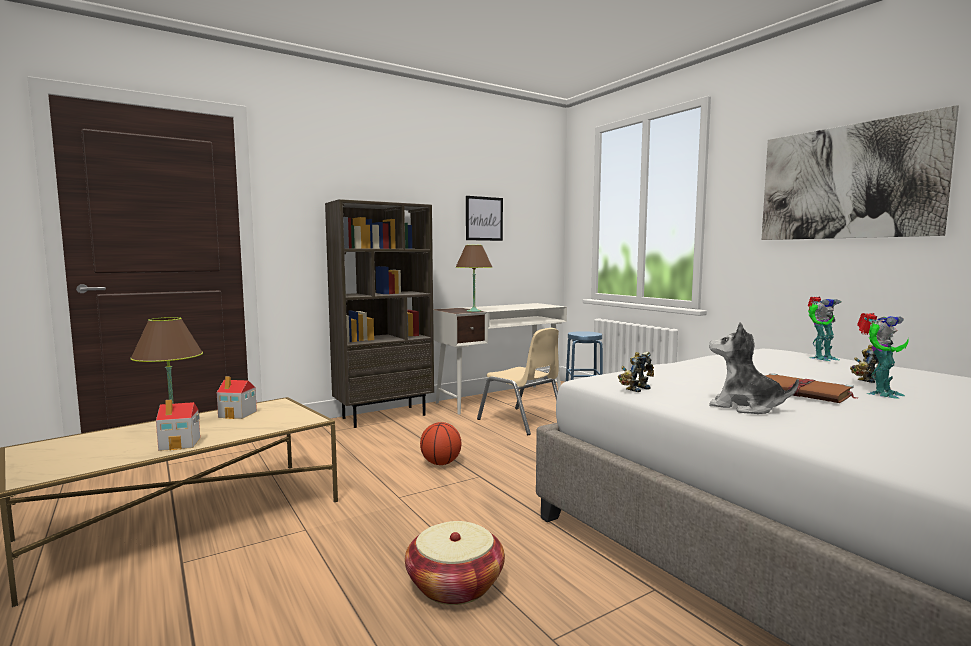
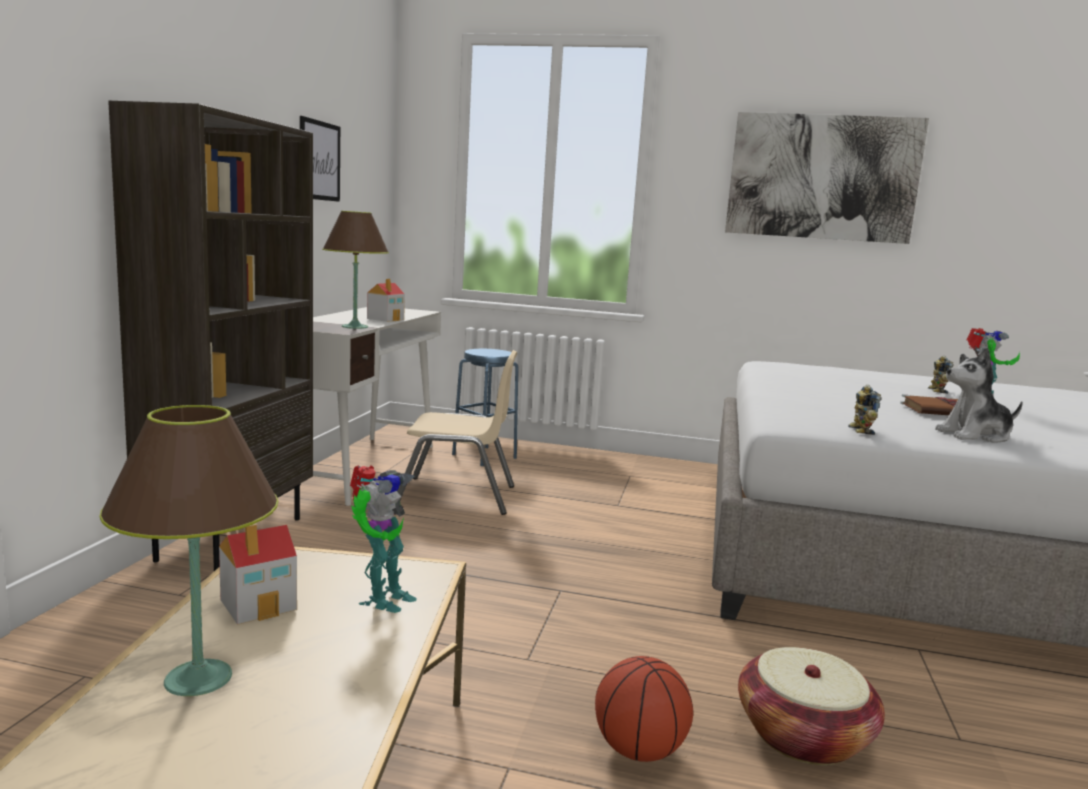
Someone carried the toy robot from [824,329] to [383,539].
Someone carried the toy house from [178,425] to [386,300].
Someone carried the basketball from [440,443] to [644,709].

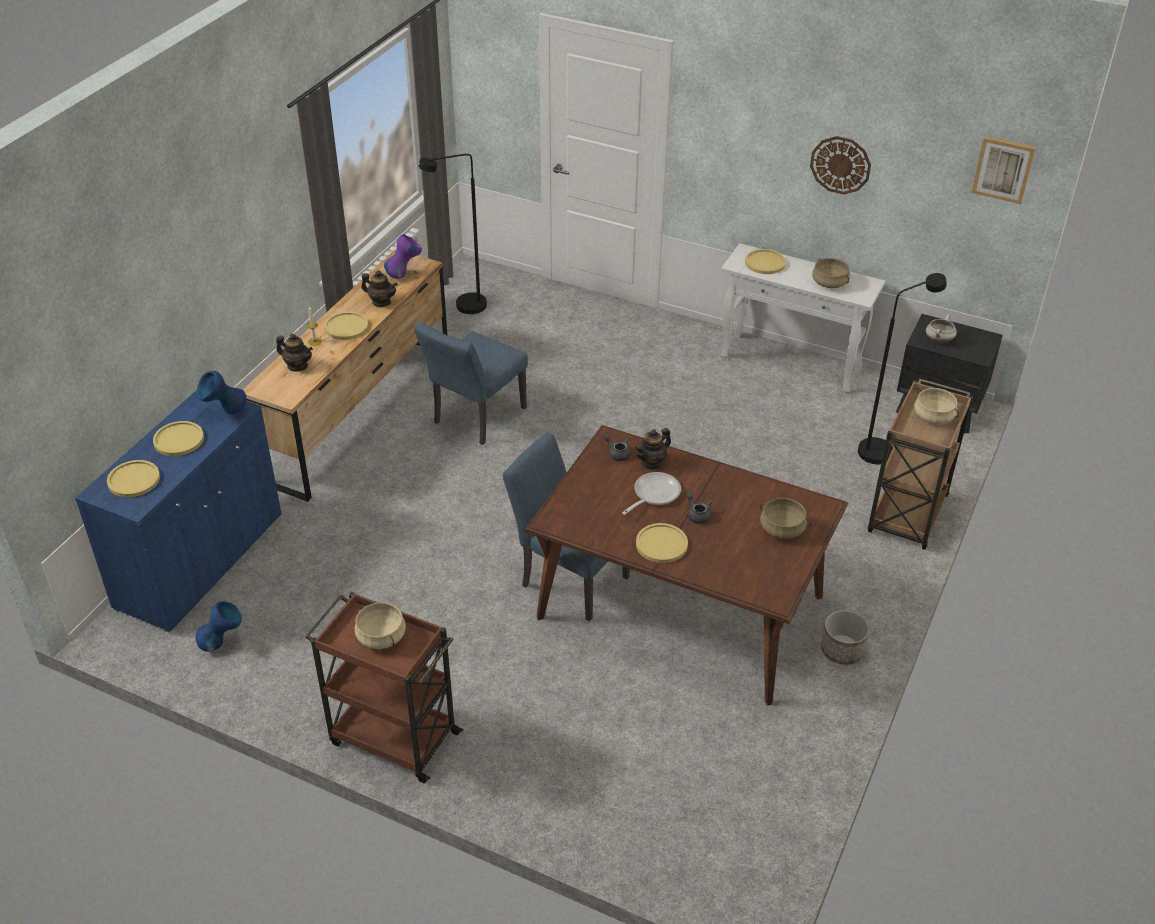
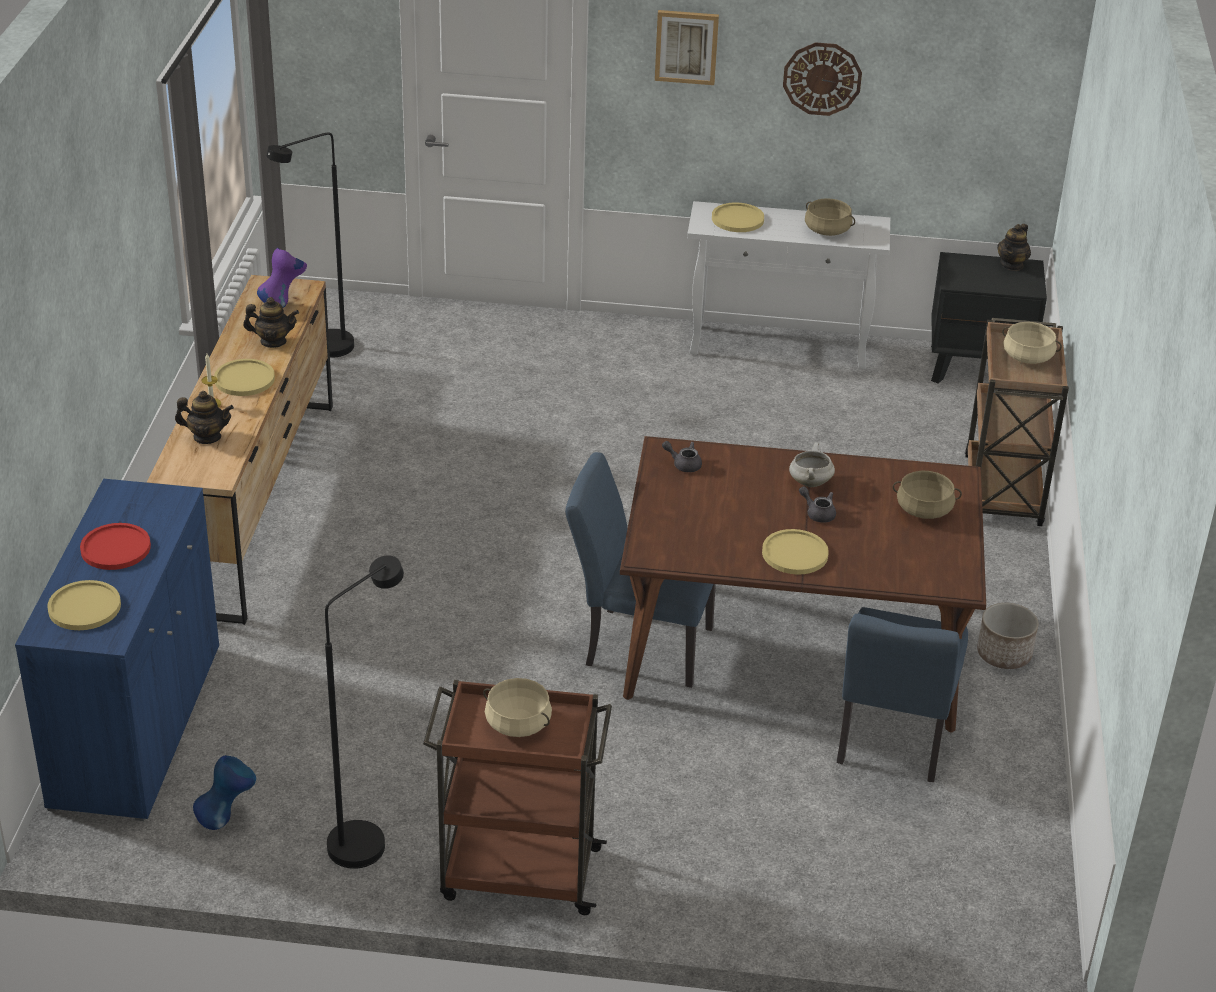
Someone carried the picture from [1003,170] to [687,47].
Someone carried the black floor lamp from [902,368] to [364,712].
Someone carried the white cooking pot from [941,328] to [812,464].
Someone carried the blue chair from [471,384] to [902,694].
Someone took away the blue vase at [221,392].
Someone repainted the yellow plate at [178,438], which became the red plate at [115,546].
Someone carried the teapot from [652,449] to [1014,247].
Someone took away the frying pan at [651,493].

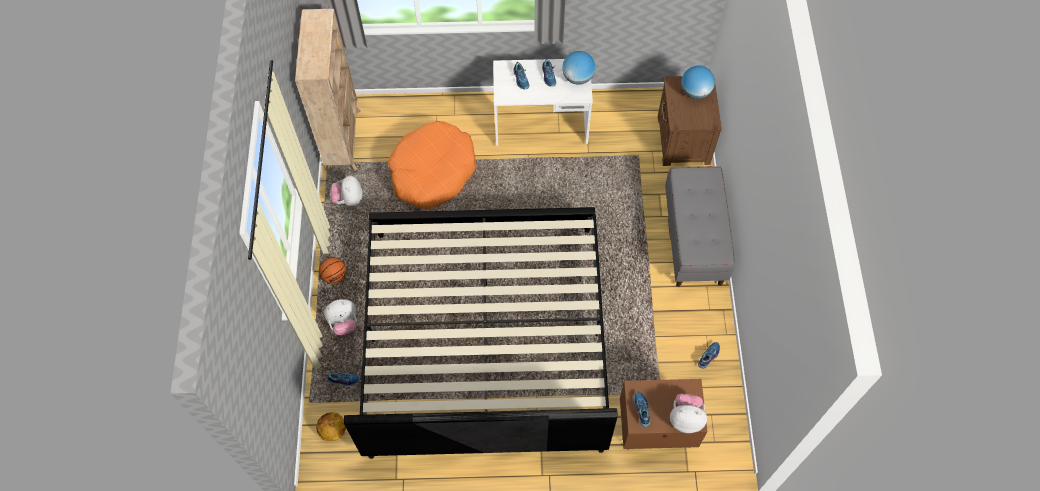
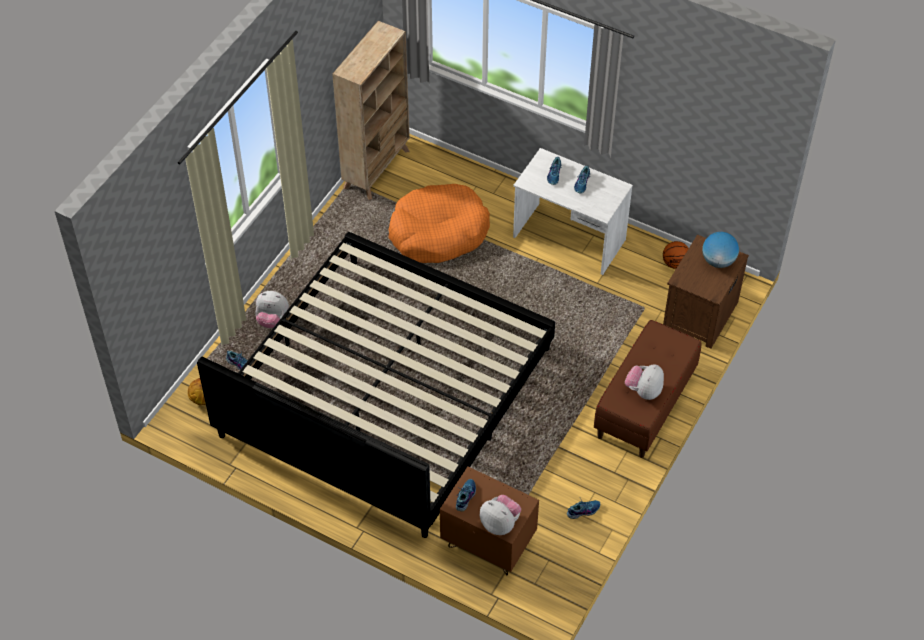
Someone took away the globe at [578,68].
Someone repainted the grey bench at [700,226], which became the brown bench at [647,389].
Someone carried the plush toy from [346,191] to [644,382].
Someone carried the basketball from [332,270] to [676,255].

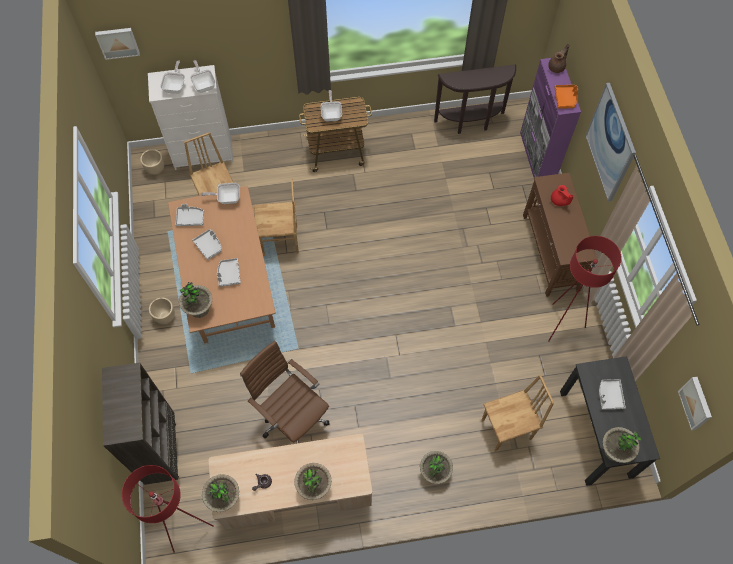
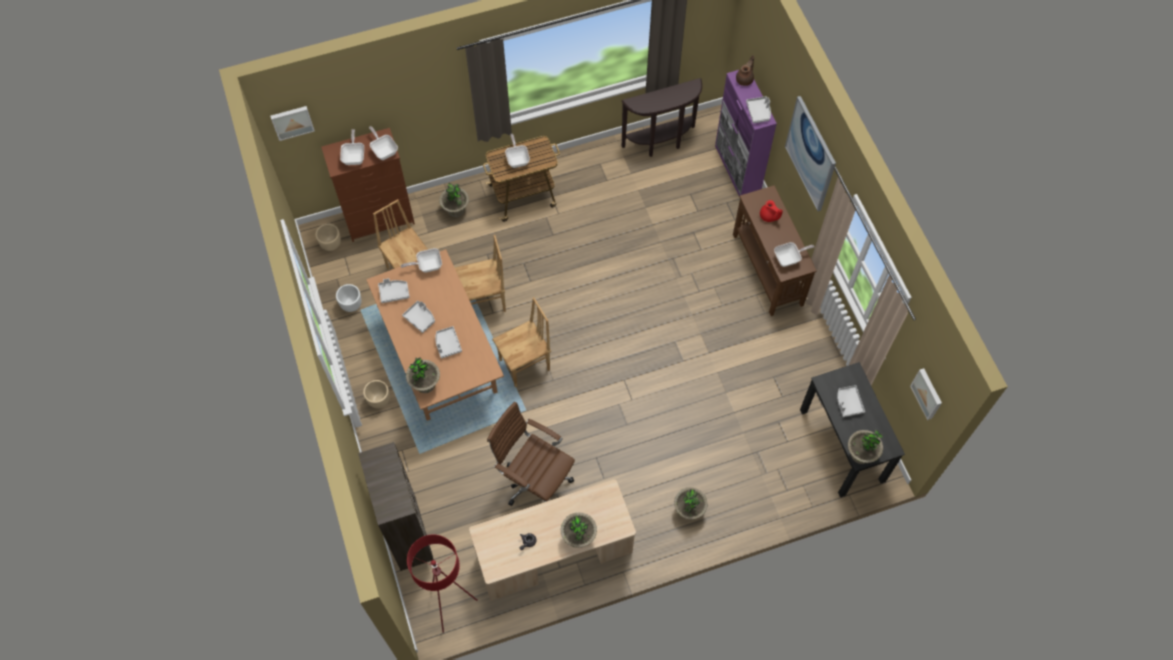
Someone repainted the white dresser at [191,117], which became the brown dresser at [368,185].
Someone repainted the orange tray at [566,96], which became the grey tray at [758,109].
Someone took away the red floor lamp at [585,289].
Someone carried the brown chair from [518,413] to [521,342].
Someone carried the potted plant from [220,493] to [454,200].
Someone put down the frying pan at [794,254].
Someone put down the white planter at [349,298].

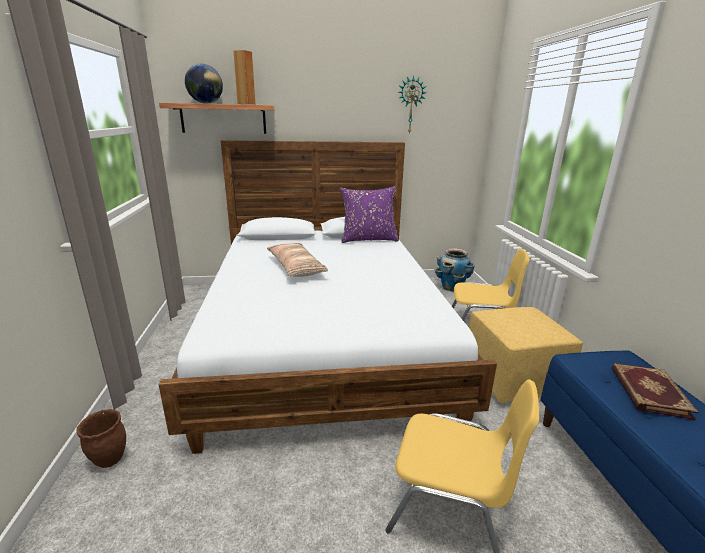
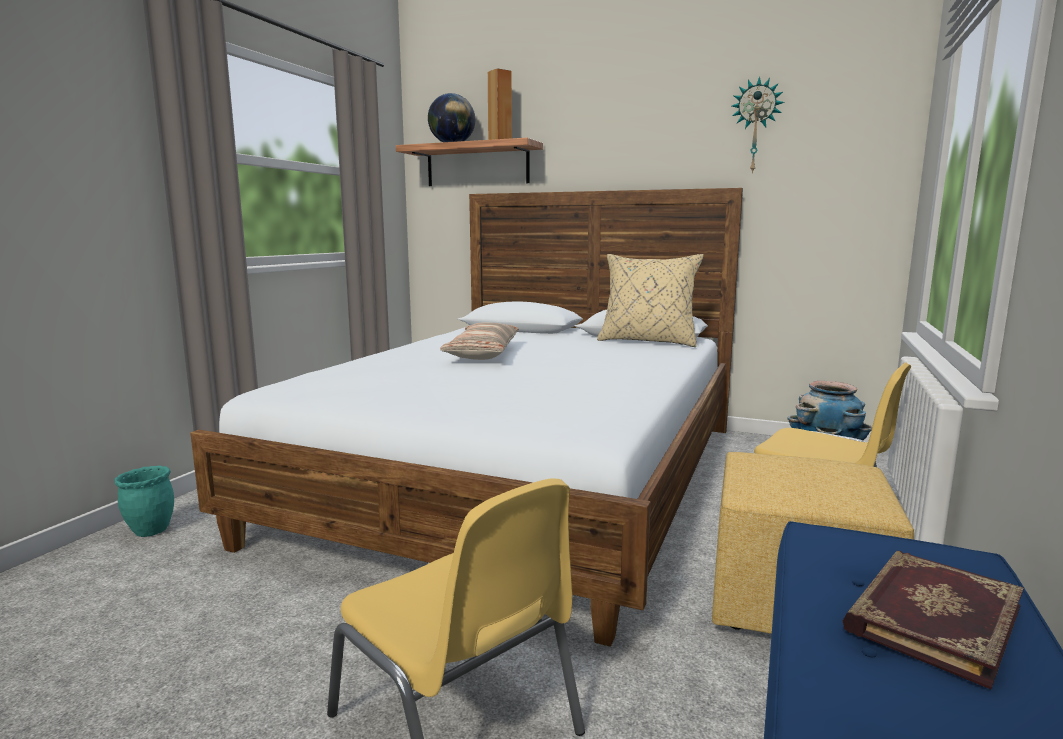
Someone repainted the purple pillow at [369,214], which became the beige pillow at [650,300].
Someone repainted the brown planter at [101,438], which became the turquoise planter at [144,501].

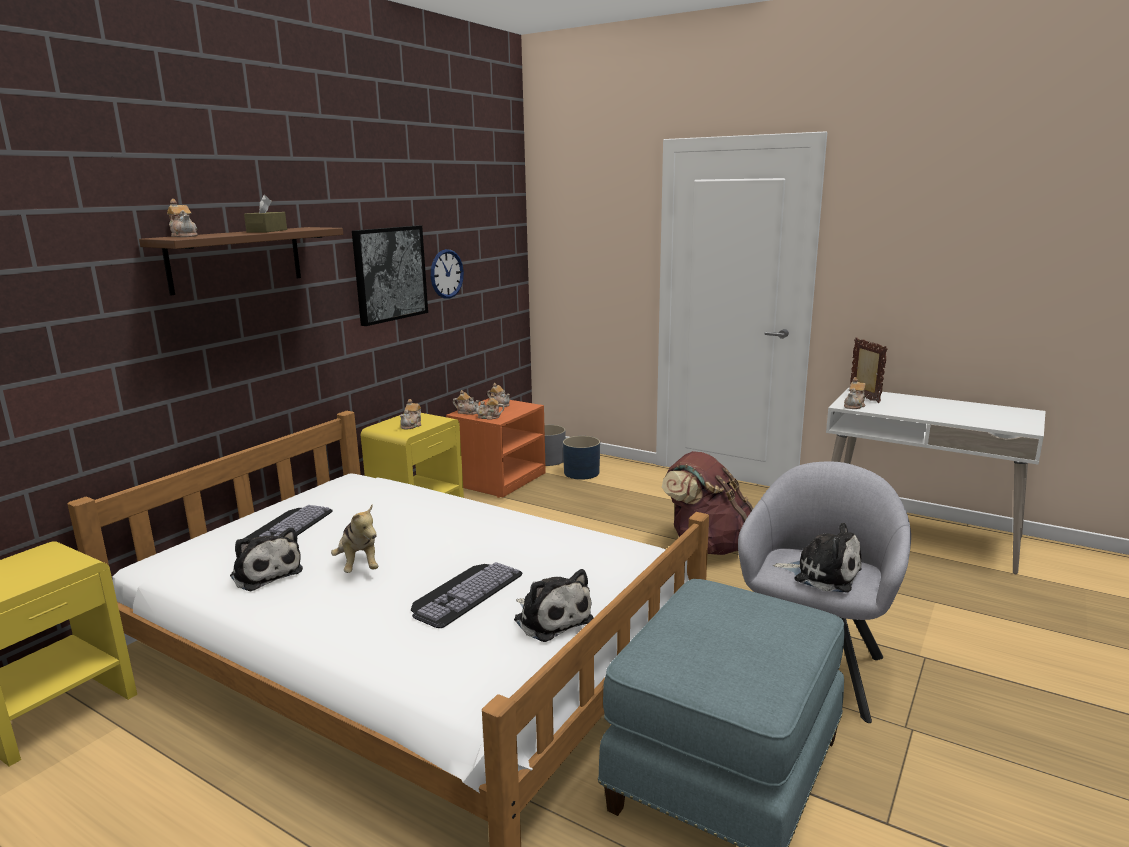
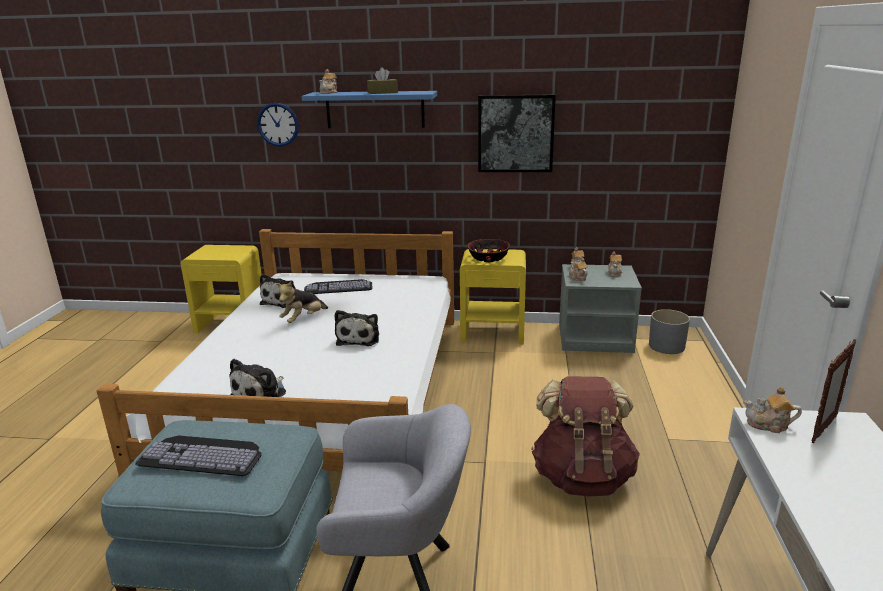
Someone repainted the brown shelf at [241,261], which became the blue shelf at [369,109].
Someone carried the wall clock from [447,274] to [278,125].
Someone repainted the orange nightstand at [496,448], which became the grey nightstand at [600,308].
Someone swapped the teapot at [411,414] for the bowl at [488,251].
Someone took away the blue planter at [581,458].
Someone carried the plush toy from [817,557] to [357,328].
Someone carried the keyboard from [466,595] to [198,455].

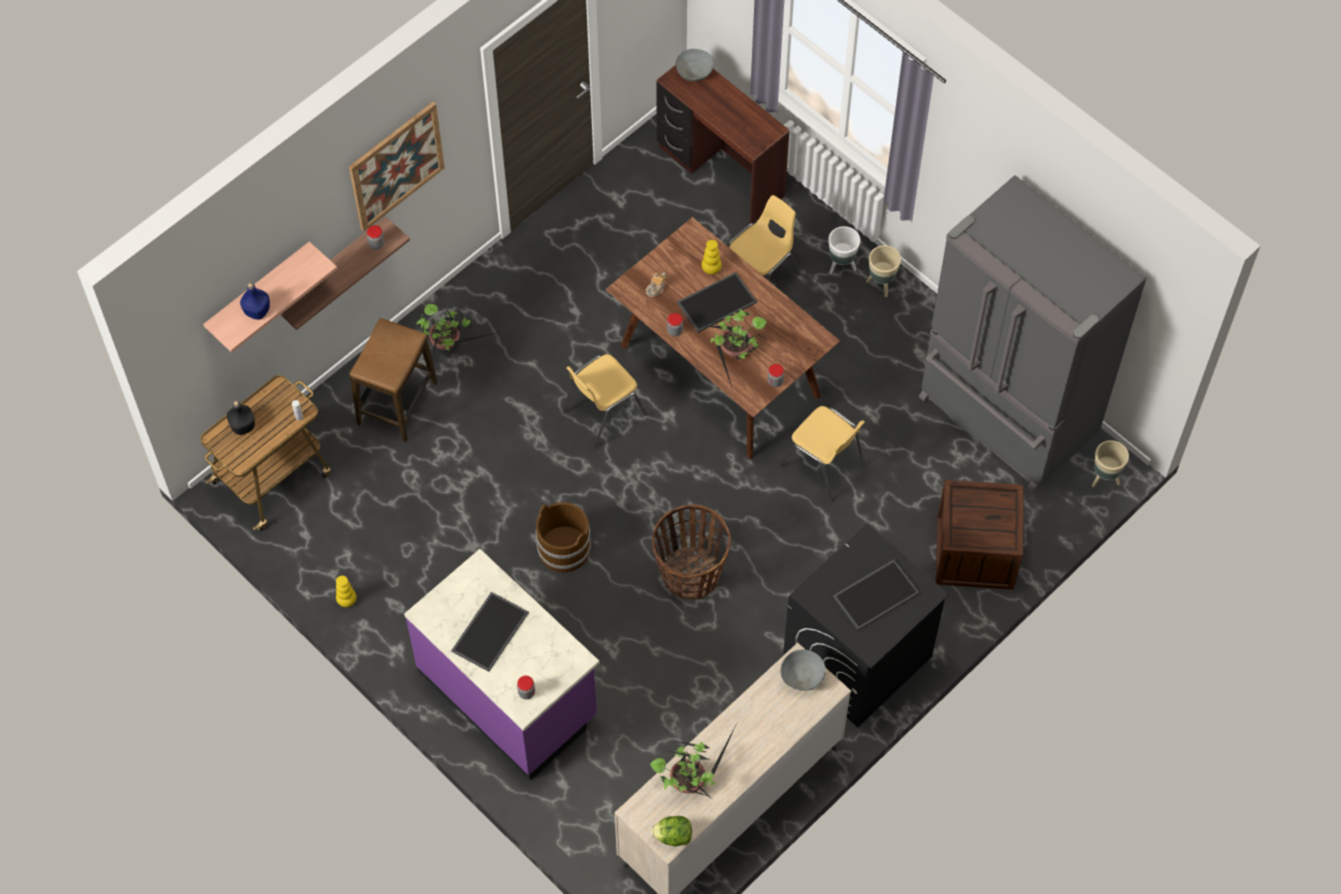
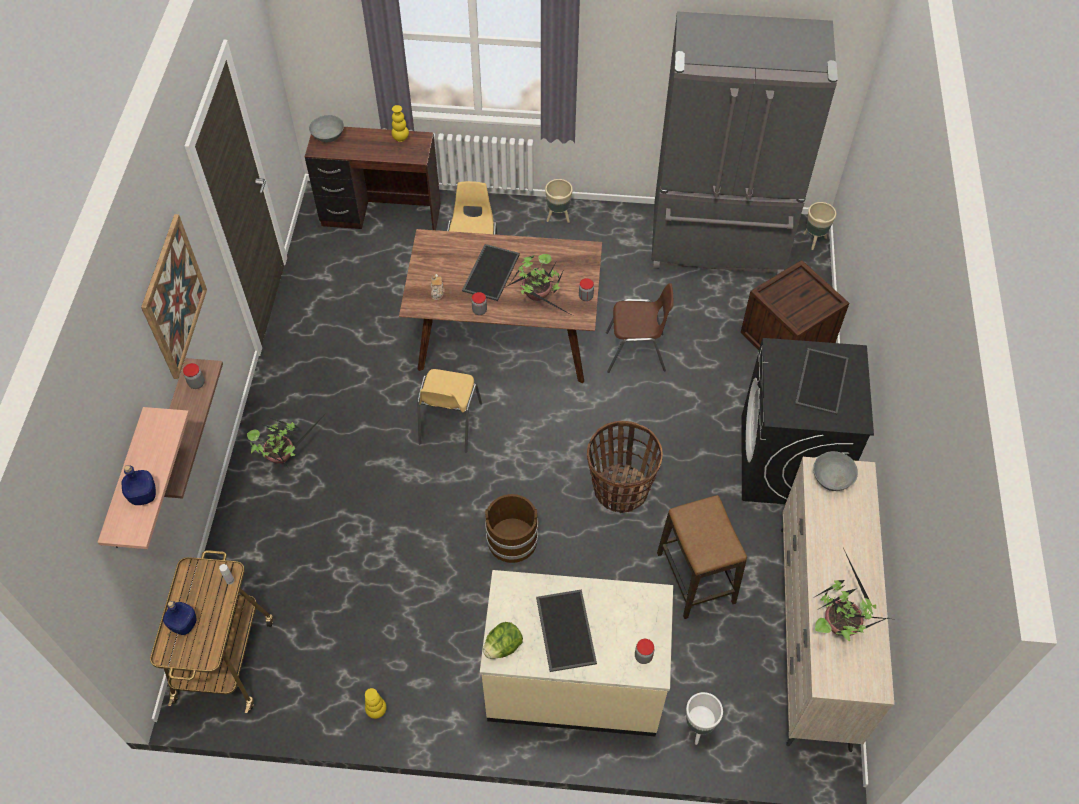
Someone carried the white planter from [844,250] to [703,718].
Someone carried the yellow vase from [712,257] to [400,123].
Someone carried the stool from [393,380] to [702,557].
Someone repainted the black bottle at [241,418], which became the blue bottle at [180,618].
Someone repainted the yellow chair at [822,453], which became the brown chair at [640,328].
Someone repainted the purple counter at [501,664], which became the beige counter at [576,653].
Someone carried the lettuce from [671,831] to [503,640].

